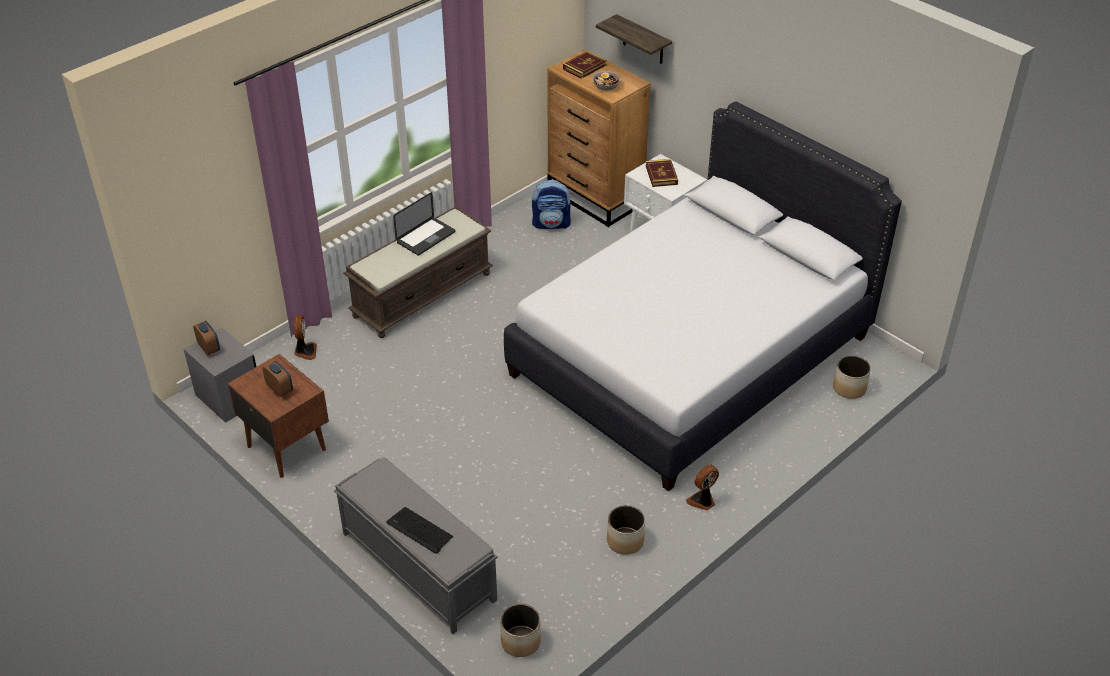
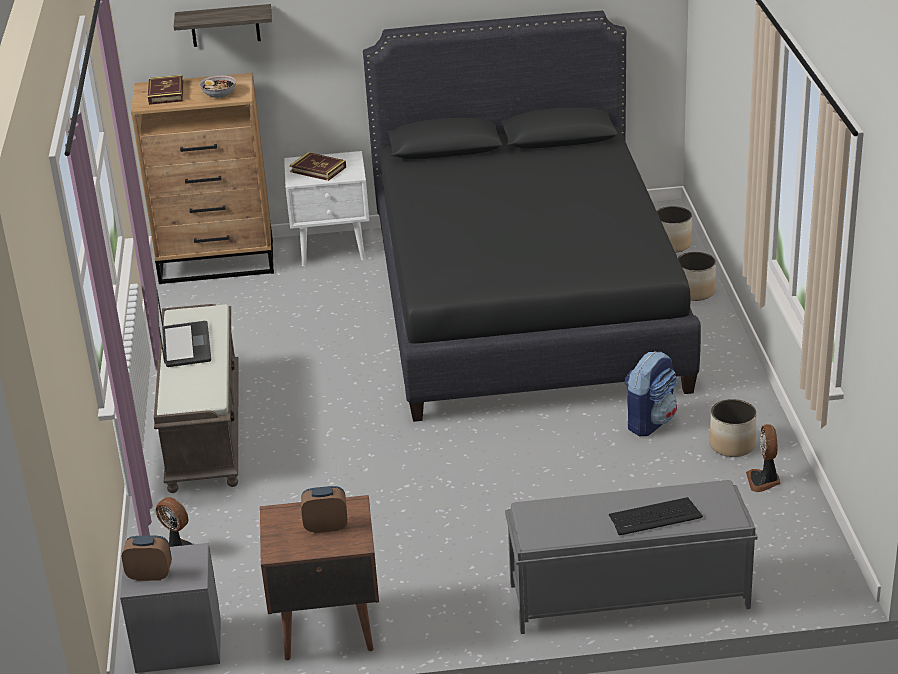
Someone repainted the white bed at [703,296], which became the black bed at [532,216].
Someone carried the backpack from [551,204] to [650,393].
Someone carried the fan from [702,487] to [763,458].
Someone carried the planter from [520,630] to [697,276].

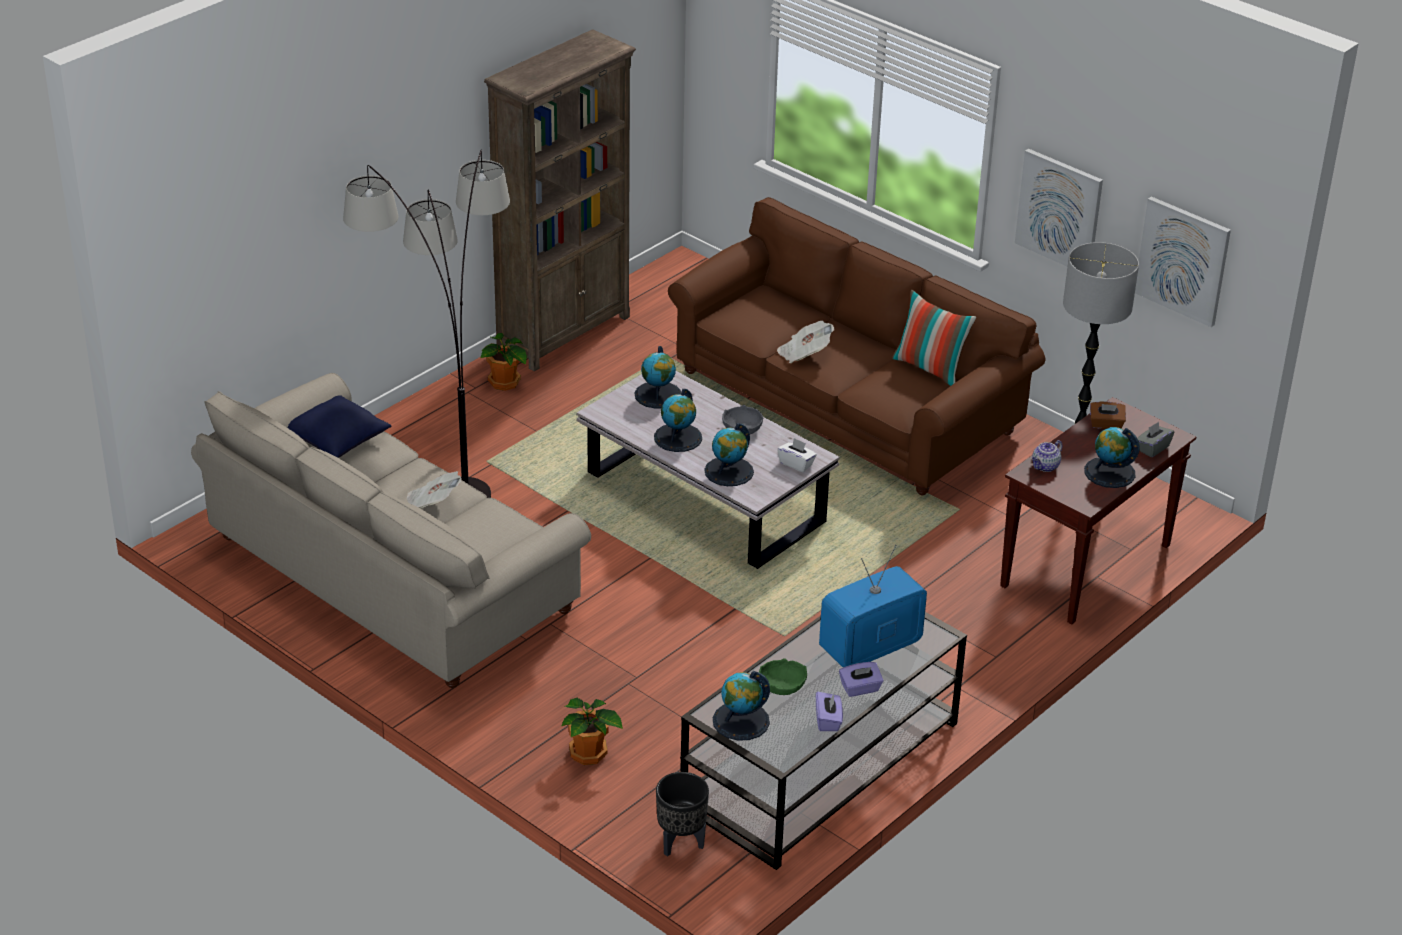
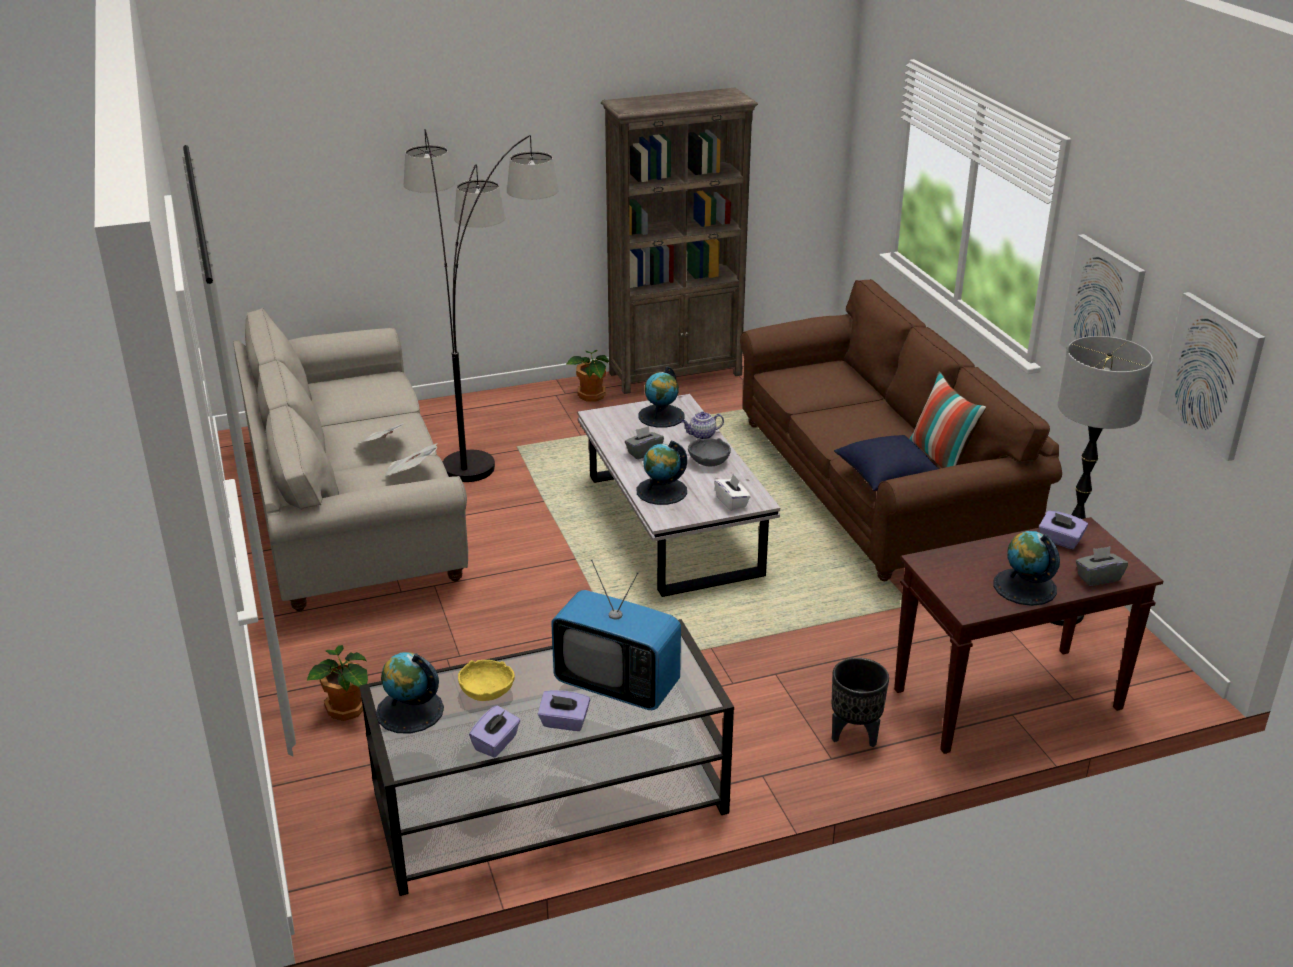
Someone carried the newspaper from [806,342] to [411,460].
Someone swapped the globe at [678,420] for the grey tissue box at [644,442].
Someone carried the blue pillow from [340,426] to [886,463].
Someone repainted the brown tissue box at [1108,415], which became the purple tissue box at [1063,530].
Someone carried the teapot from [1047,456] to [703,425].
Someone rotated the television at [873,606] by 150 degrees counterclockwise.
Someone repainted the green bowl at [783,676], which became the yellow bowl at [486,680].
Someone carried the black planter from [682,814] to [860,702].

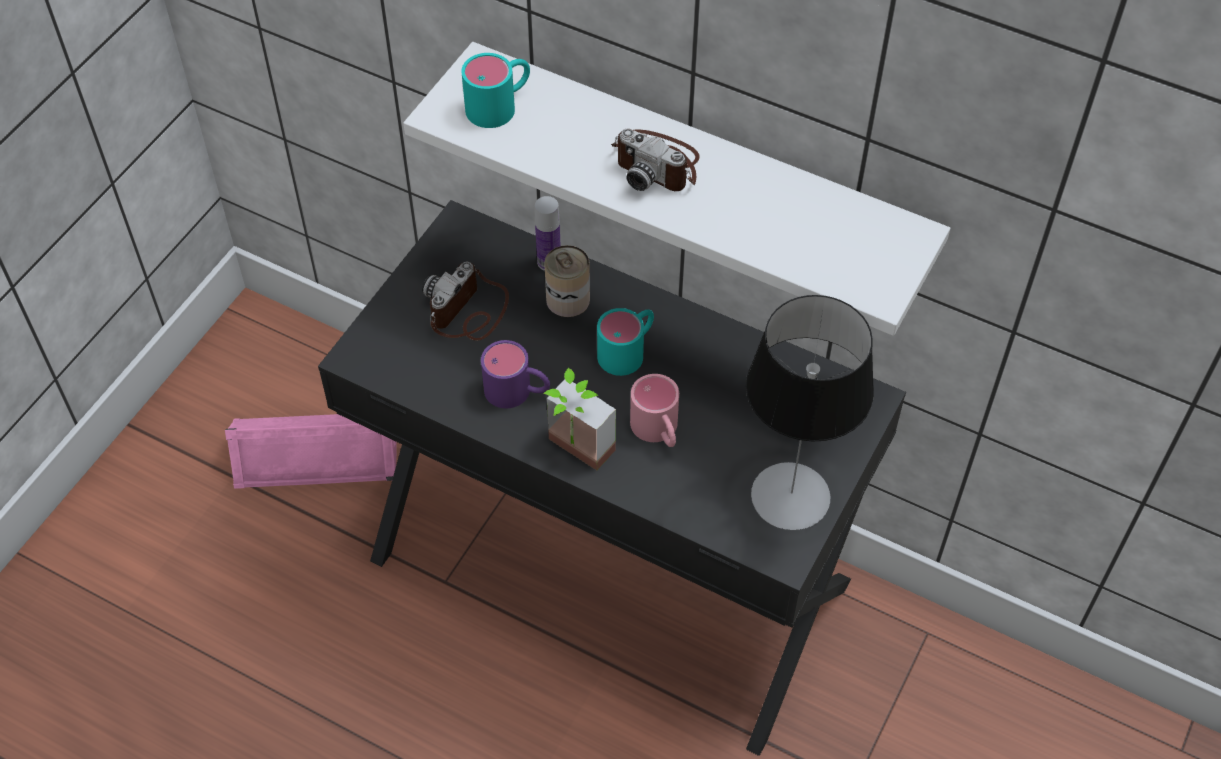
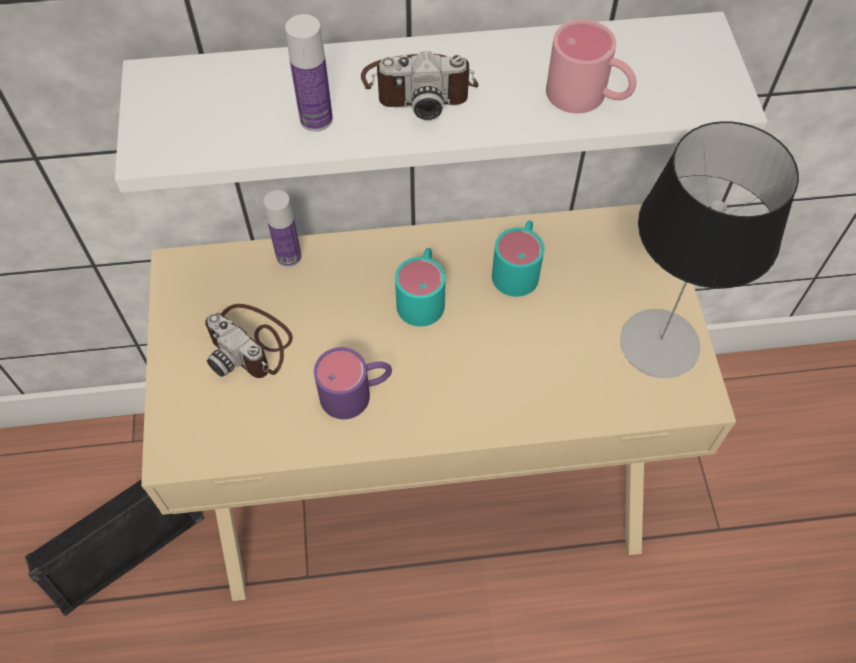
Someone carried the turquoise mug from [495,90] to [518,258].
Someone repainted the black desk at [612,478], which became the beige desk at [438,402].
Someone took away the can at [567,281].
Someone rotated the photo camera at [465,301] by 45 degrees counterclockwise.
Someone took away the potted plant at [579,419].
Someone carried the pink mug from [654,410] to [591,66].
Someone repainted the pink speaker at [311,451], which became the black speaker at [115,547].
Someone put down the bottle at [309,73].

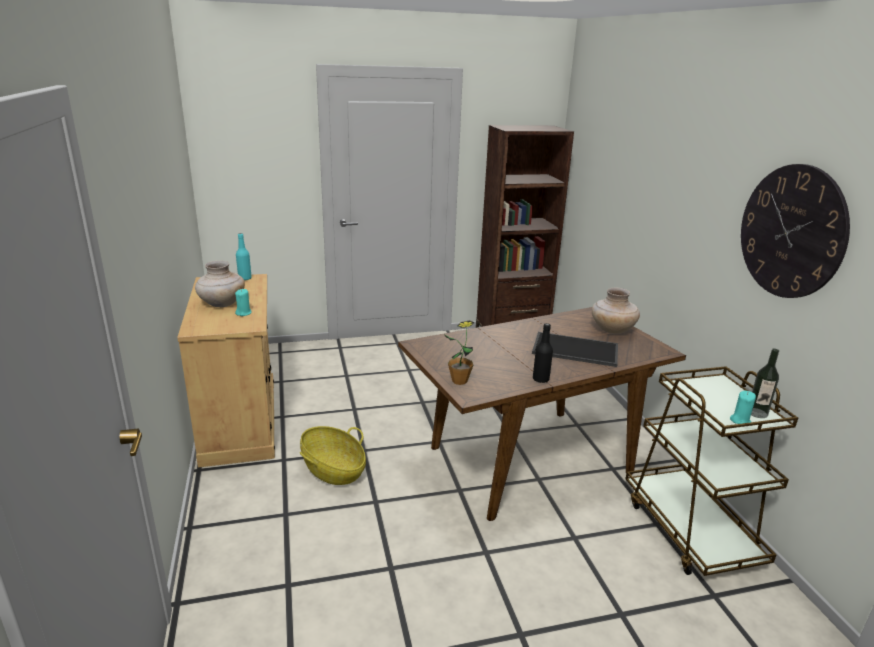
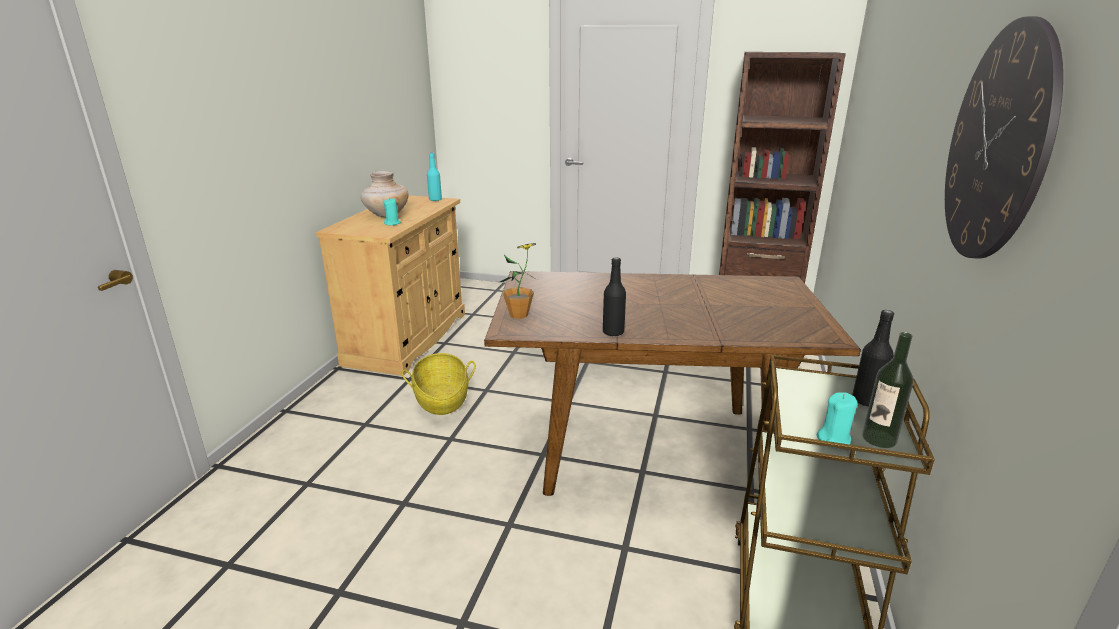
Someone took away the beige vase at [616,311].
Someone took away the tray at [575,349].
Someone put down the black bottle at [873,358].

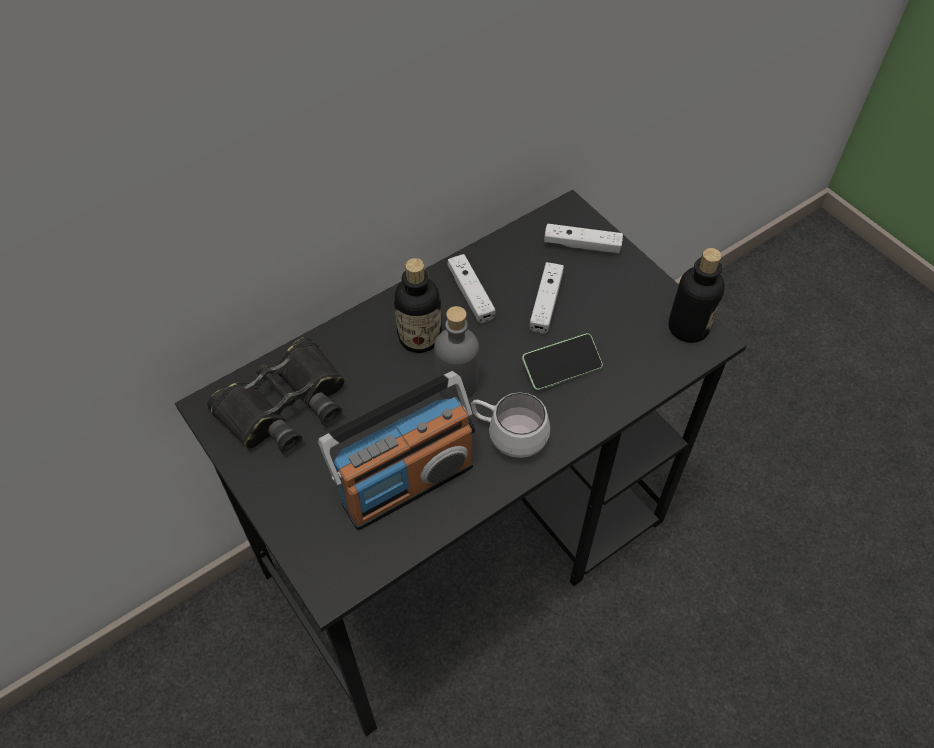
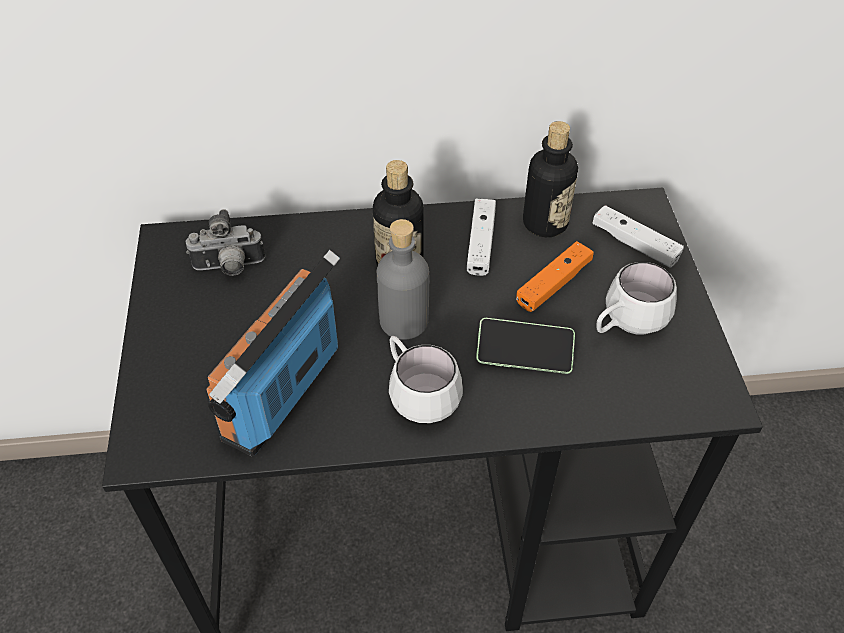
Someone carried the bottle from [696,295] to [550,179].
Someone repainted the white game controller at [547,298], which became the orange game controller at [555,276].
Someone swapped the black binoculars at [276,395] for the photo camera at [225,242].
Someone rotated the radio at [396,450] by 120 degrees clockwise.
Someone put down the white mug at [636,298].

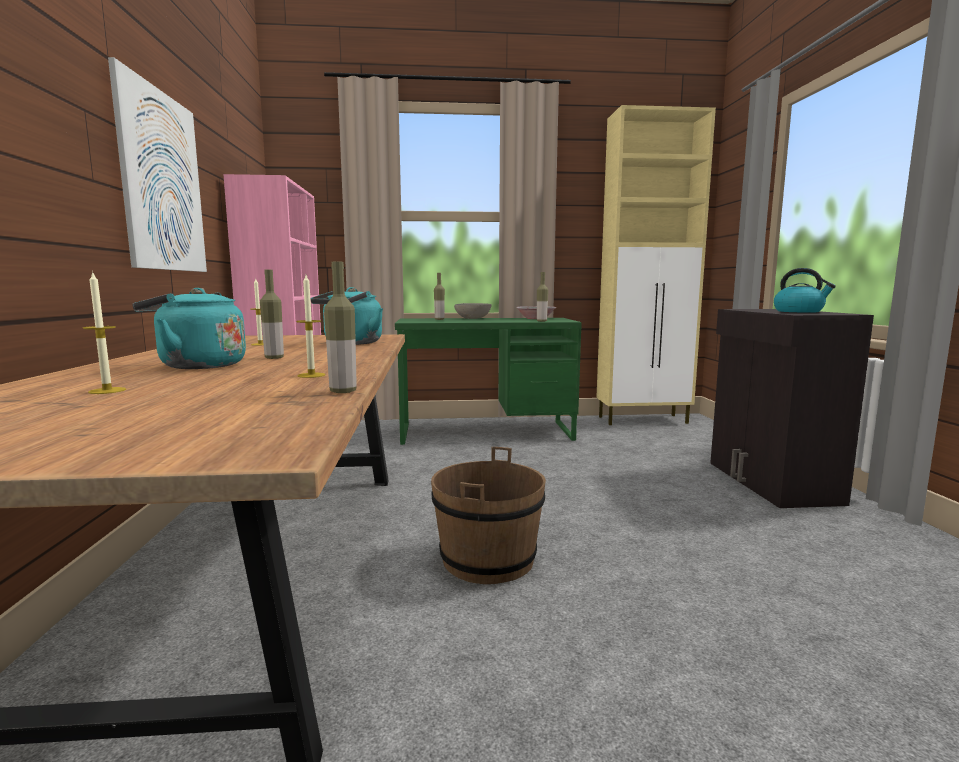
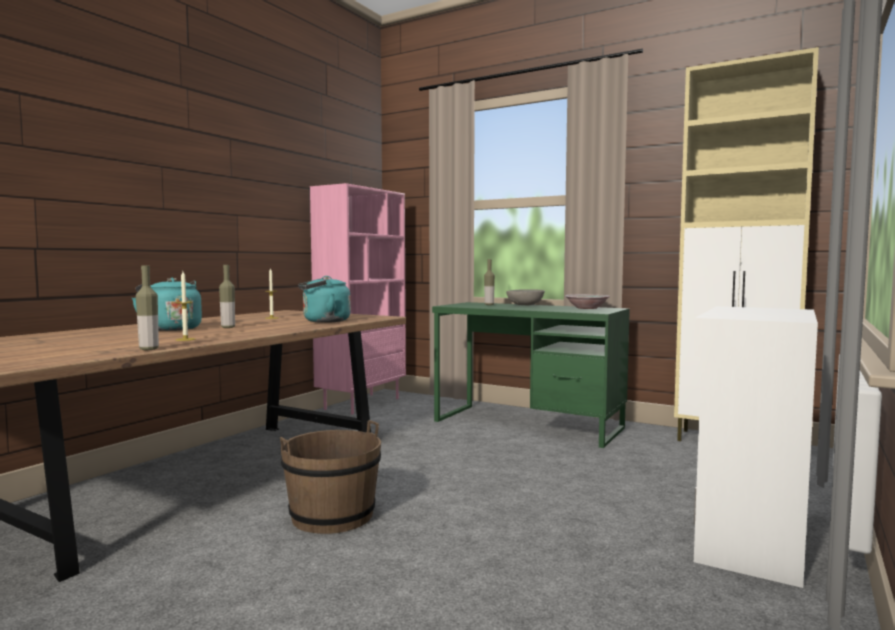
Someone took away the picture at [157,164].
Someone took away the kettle at [805,290].
Someone took away the candle at [104,332].
Someone took away the bottle at [542,297].
Someone repainted the black cabinet at [792,408], which became the white cabinet at [755,447].

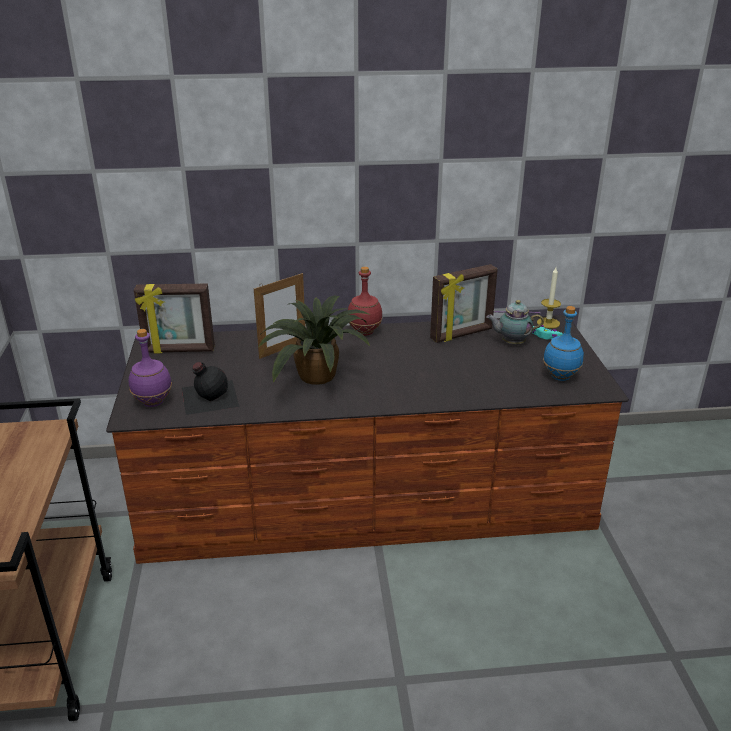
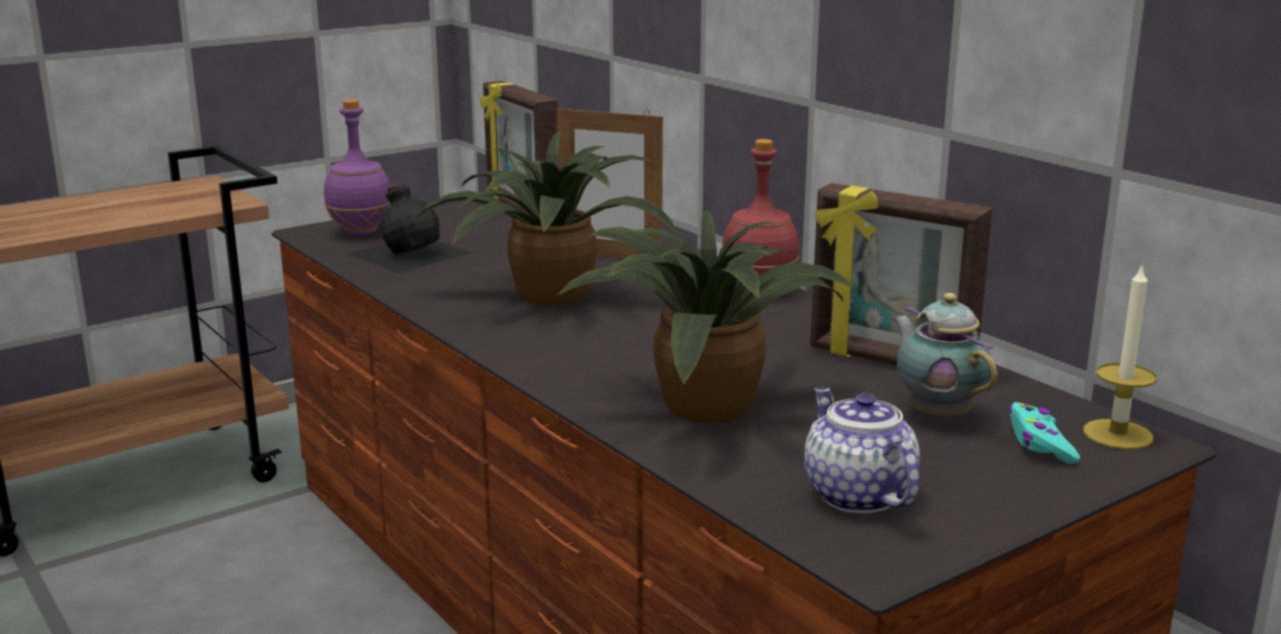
Someone swapped the blue bottle at [563,343] for the teapot at [862,450].
Someone put down the potted plant at [706,317].

